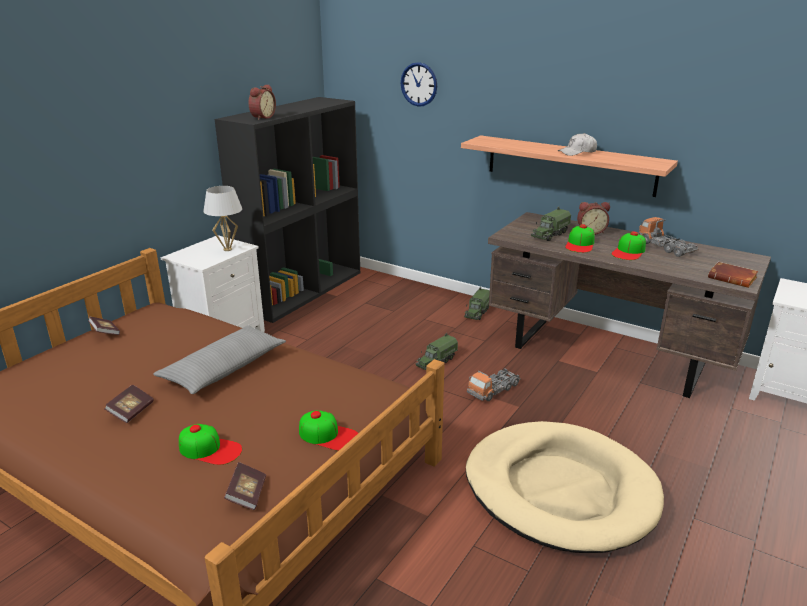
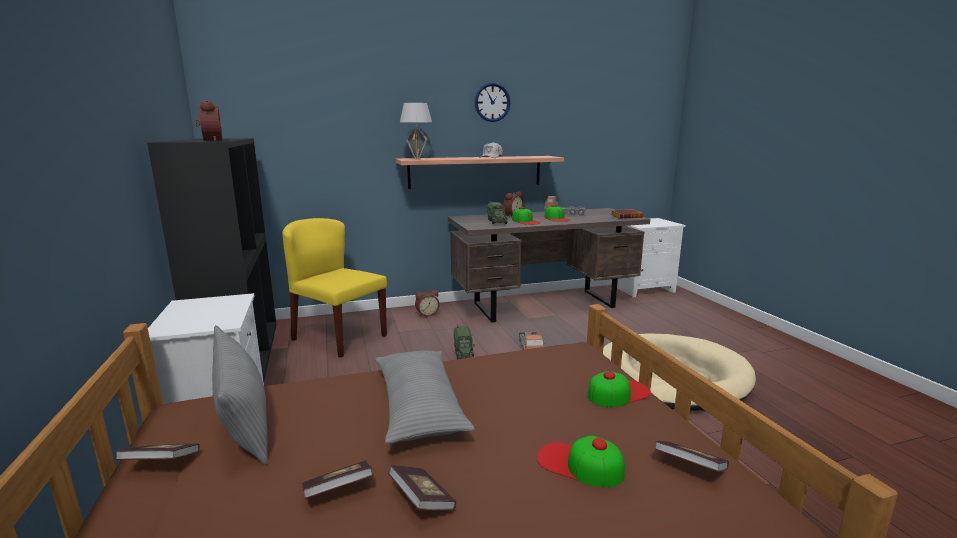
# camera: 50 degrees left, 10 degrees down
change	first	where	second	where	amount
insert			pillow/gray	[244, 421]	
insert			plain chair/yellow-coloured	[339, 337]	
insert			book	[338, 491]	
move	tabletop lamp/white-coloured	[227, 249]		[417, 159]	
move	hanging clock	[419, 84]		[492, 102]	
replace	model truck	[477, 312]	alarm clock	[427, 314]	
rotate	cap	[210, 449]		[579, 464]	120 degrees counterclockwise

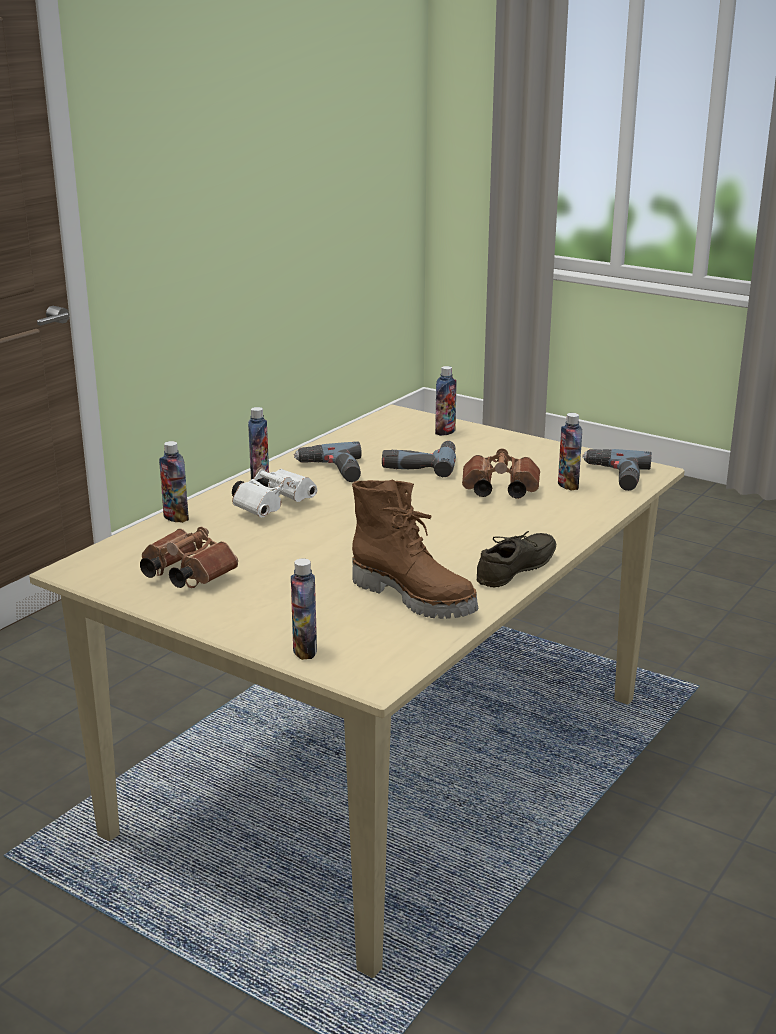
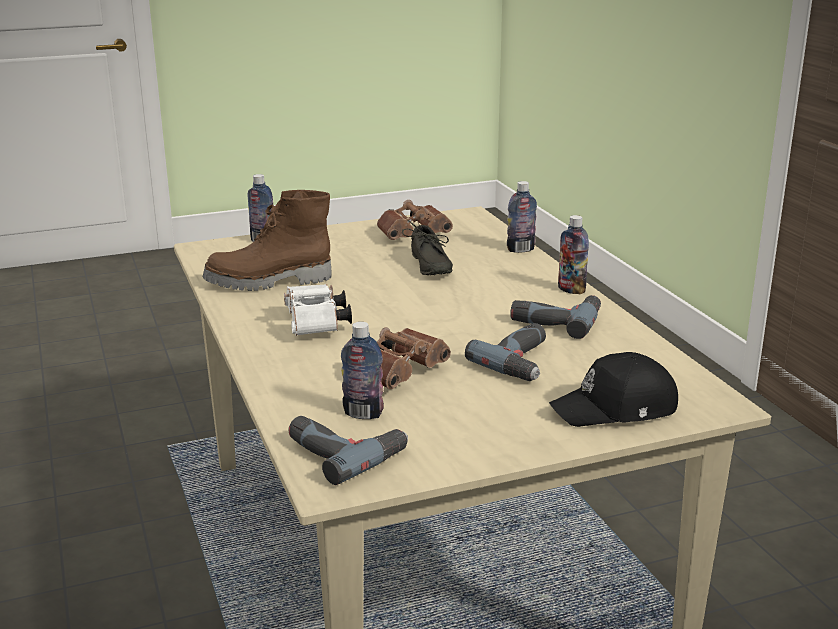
# camera: 125 degrees right, 0 degrees up
change	first	where	second	where	amount
move	pair of binoculars/white-coloured	[274, 506]		[316, 326]	
move	low shoe/gray	[519, 570]		[427, 266]	
replace	beverage bottle	[445, 432]	cap/black	[616, 409]	

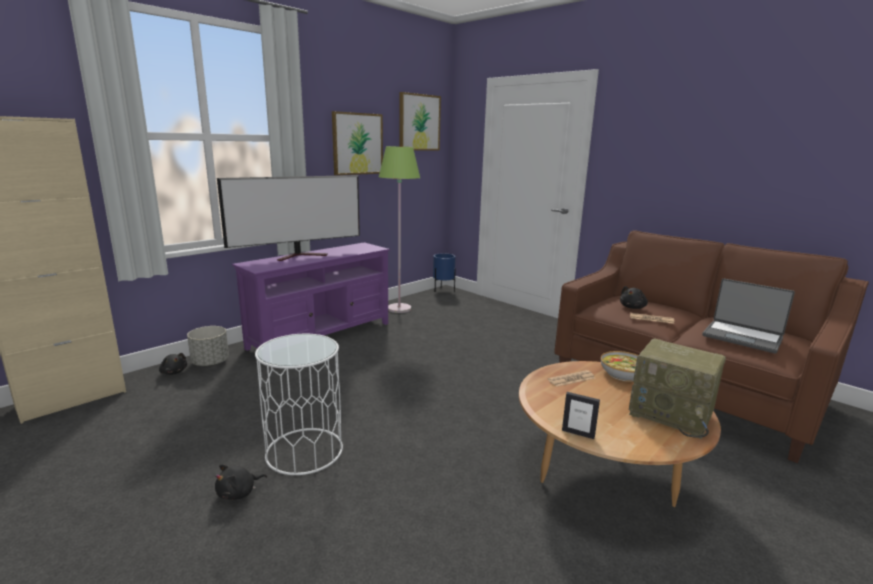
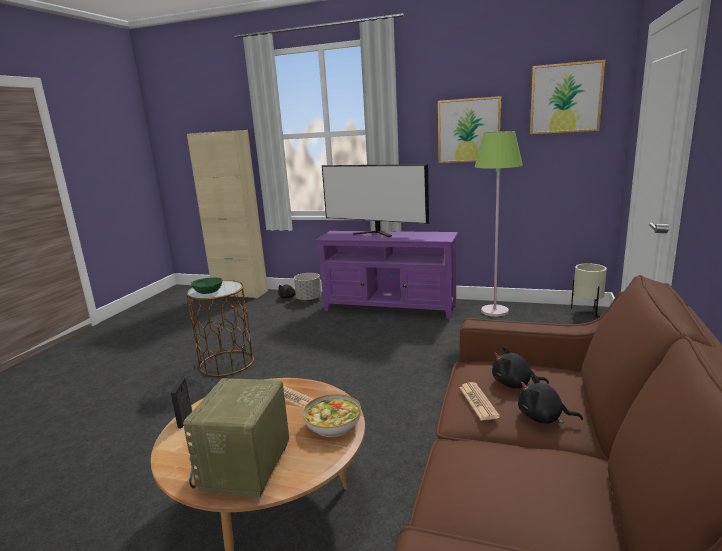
# camera: 65 degrees right, 0 degrees up
change	first	where	second	where	amount
delete	portable computer	[742, 337]			
insert			bowl/greenish	[208, 292]	
move	soft toy/black	[239, 493]		[543, 418]	
recolor	accent table/white-coloured	[304, 450]	accent table/brown-coloured	[227, 363]	
recolor	flower pot/blue	[443, 290]	flower pot/sand-coloured	[587, 311]	

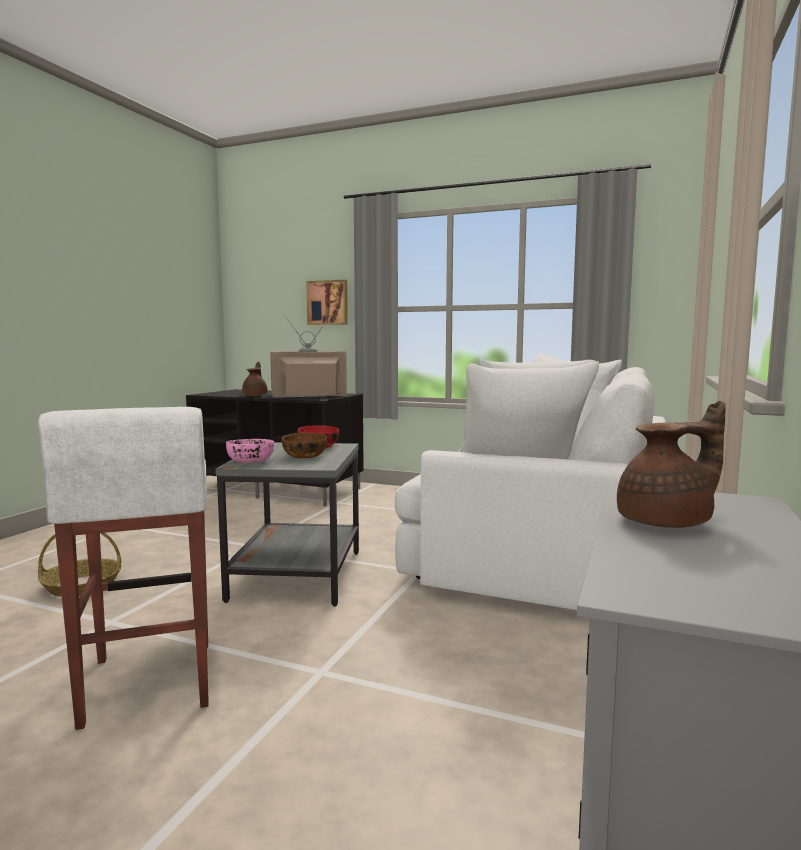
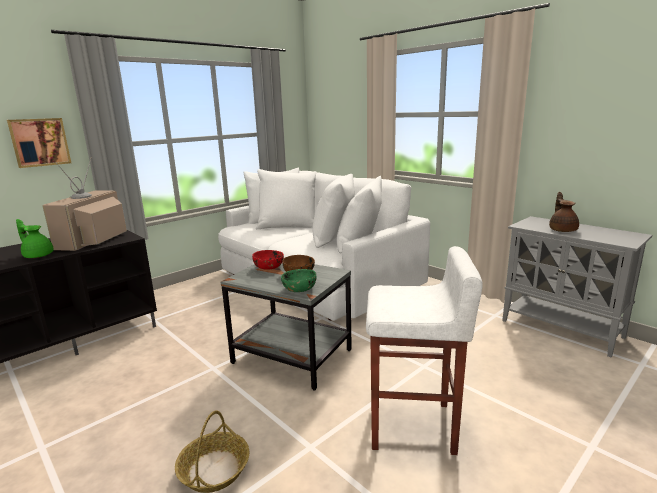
# camera: 65 degrees left, 10 degrees up
change	first	where	second	where	amount
recolor	bowl/pink-coloured	[251, 461]	bowl/greenish	[299, 289]	
recolor	pot for tea/brown-coloured	[255, 395]	pot for tea/greenish	[38, 255]	

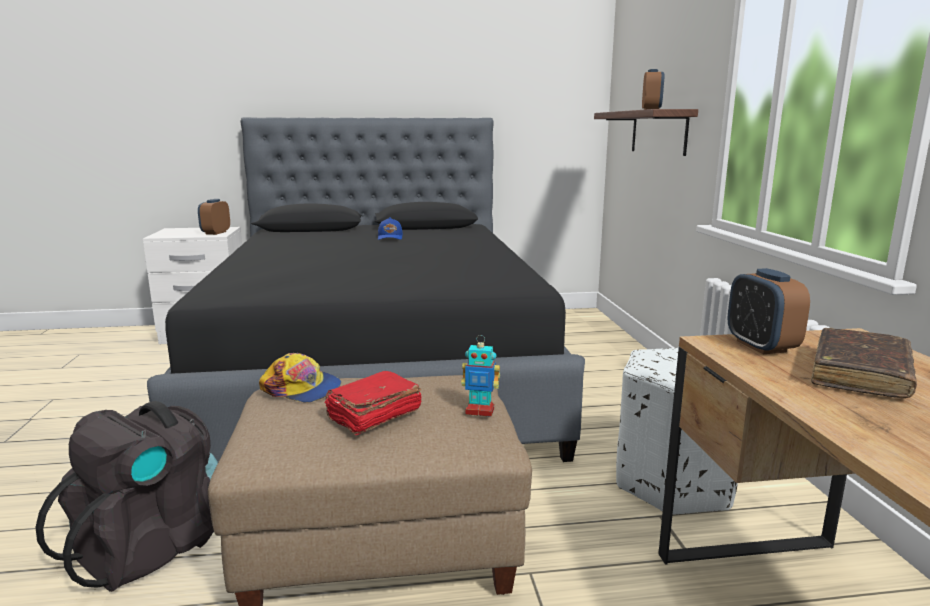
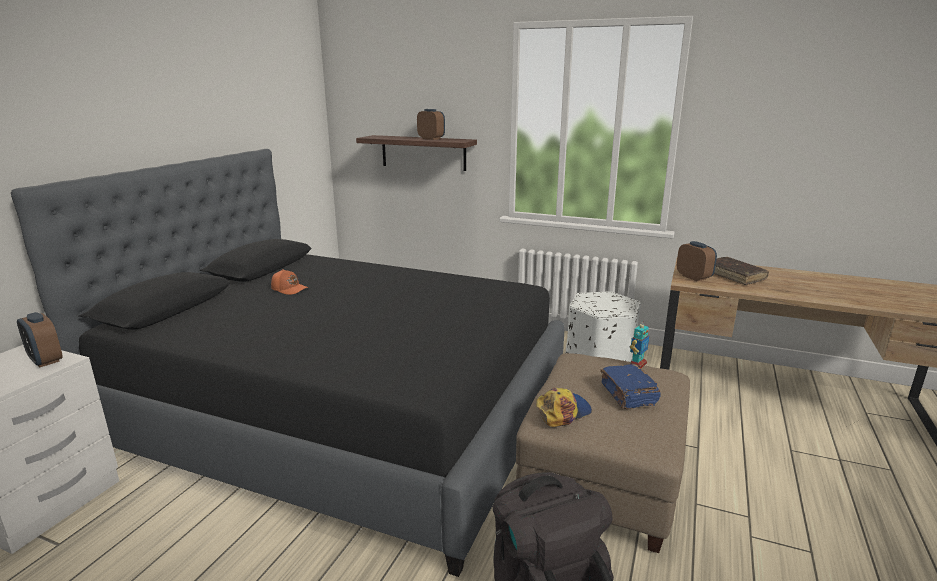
# camera: 60 degrees left, 5 degrees up
change	first	where	second	where	amount
recolor	book/reddish	[373, 416]	book/blue	[628, 395]	
recolor	cap/blue	[390, 238]	cap/orange-coloured	[290, 289]	
rotate	alarm clock	[761, 346]		[694, 277]	135 degrees counterclockwise

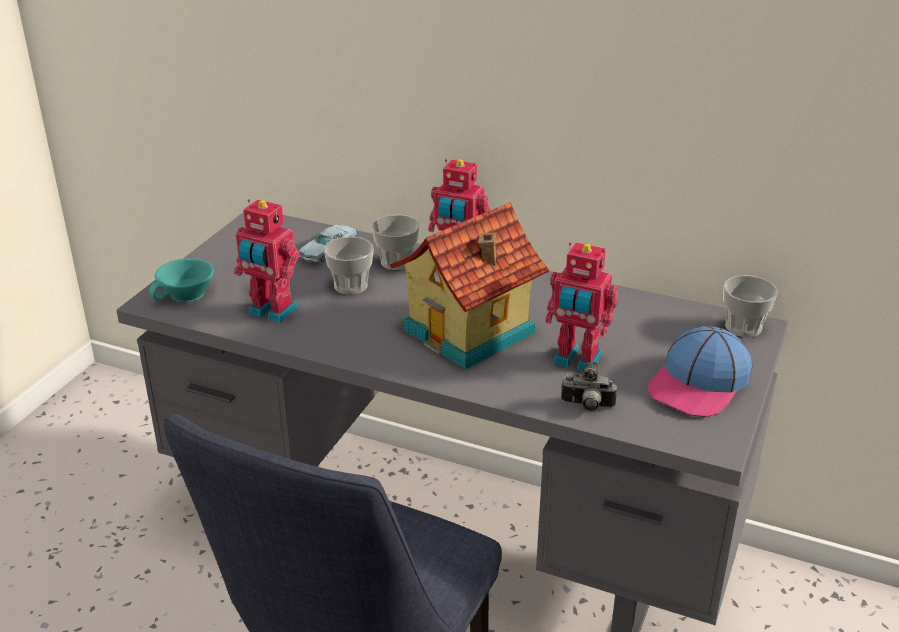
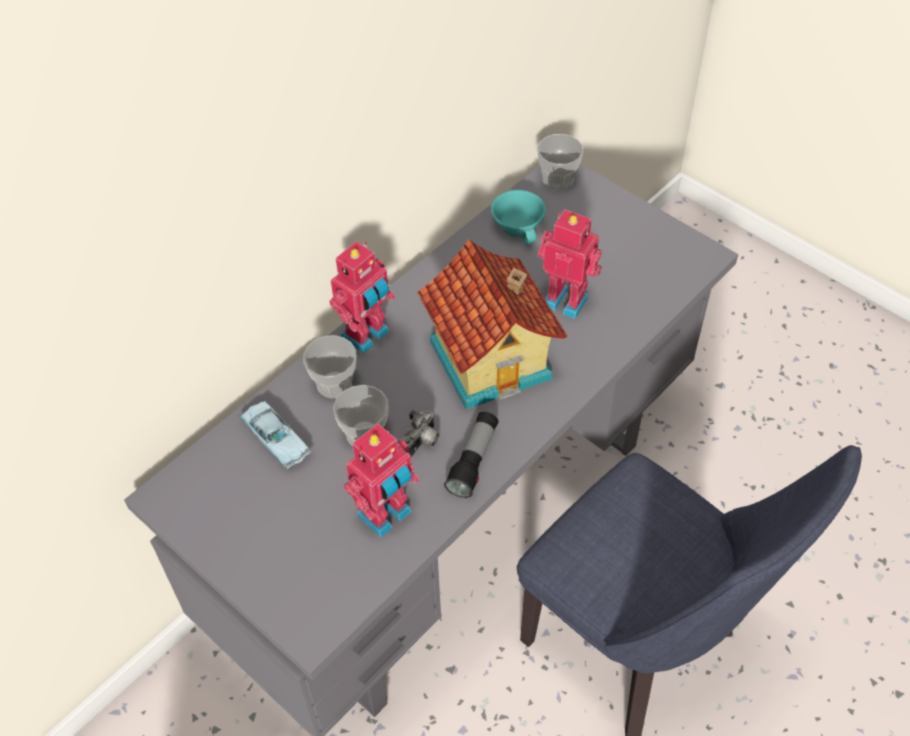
# camera: 70 degrees left, 20 degrees up
change	first	where	second	where	amount
delete	cap	[699, 384]			
insert			hand torch	[473, 461]	
move	cup/turquoise	[186, 295]		[520, 226]	
move	photo camera	[587, 407]		[422, 443]	
rotate	robot figure	[576, 361]		[566, 299]	105 degrees counterclockwise

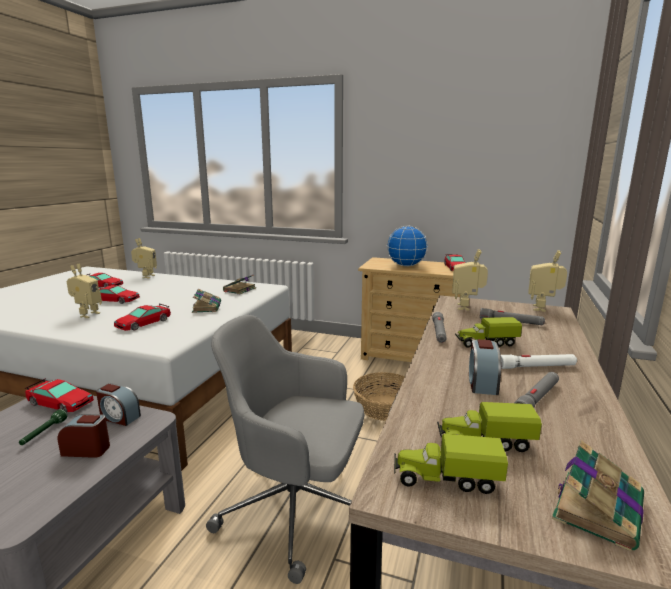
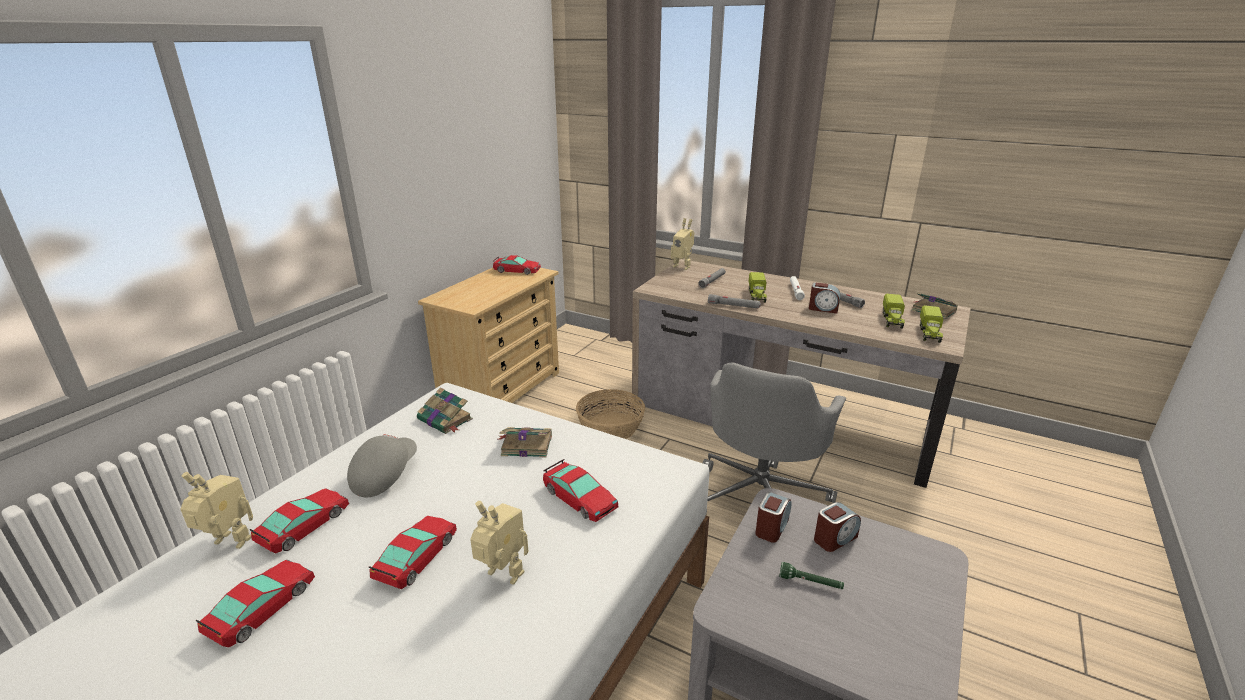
# camera: 80 degrees left, 10 degrees up
change	first	where	second	where	amount
delete	world globe	[406, 266]			
delete	robot figure	[467, 307]			
insert			cap/gray	[384, 475]	
move	miniature car	[60, 403]		[304, 526]	
rotate	alarm clock	[87, 450]		[834, 538]	135 degrees counterclockwise

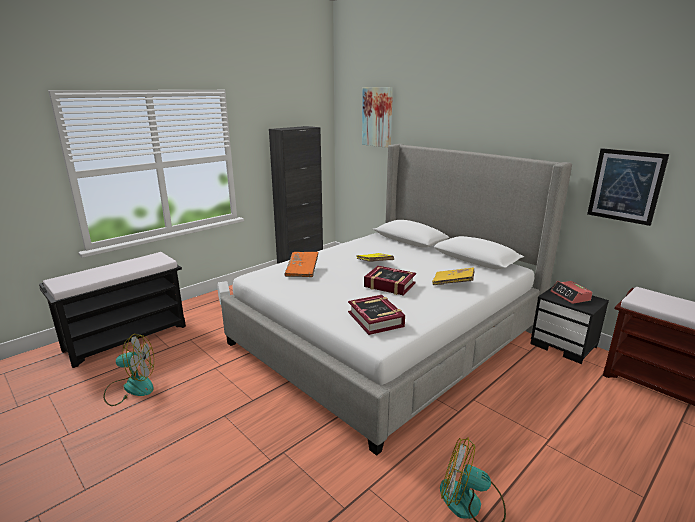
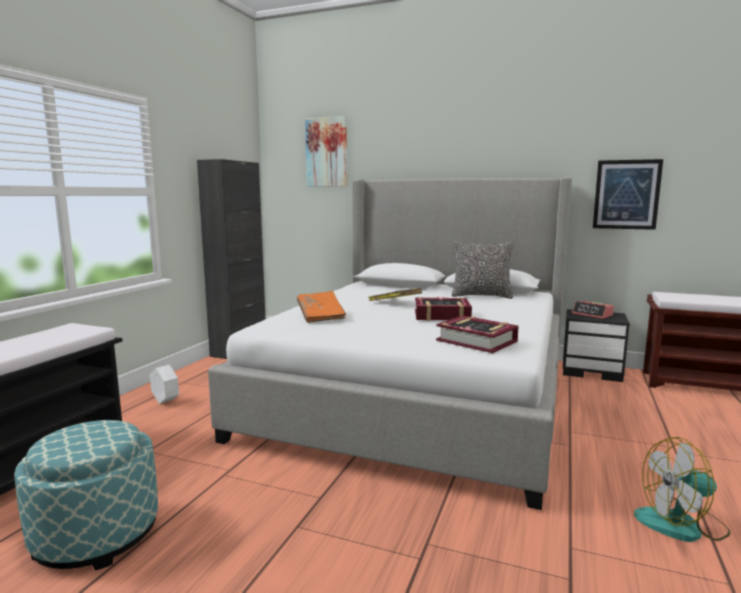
# camera: 25 degrees left, 10 degrees down
change	first	where	second	where	amount
delete	book/yellow-coloured	[453, 283]			
insert			pillow	[481, 296]	
replace	cooling fan	[131, 387]	ottoman	[96, 535]	

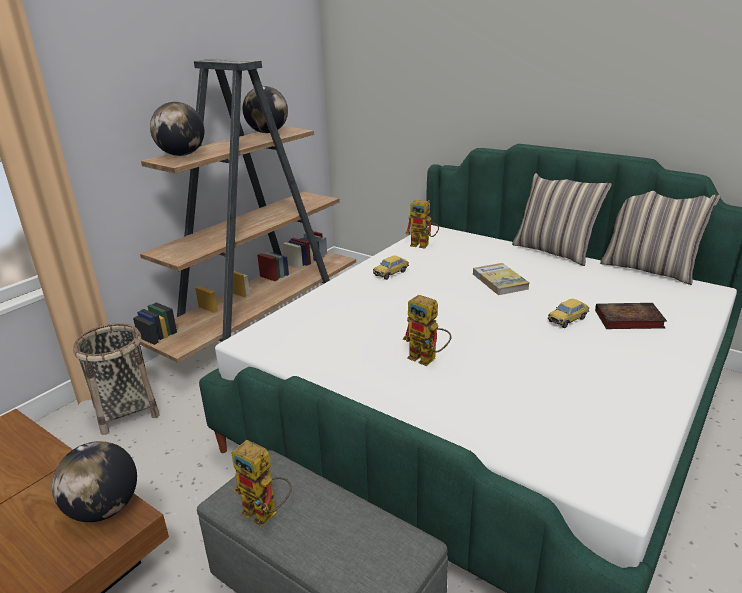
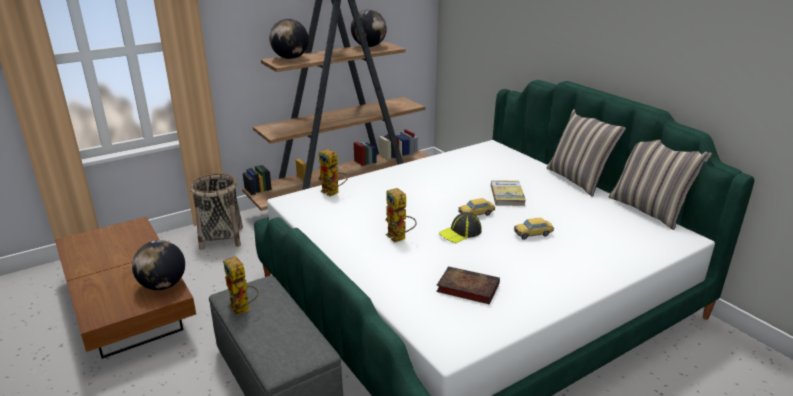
# camera: 20 degrees right, 0 degrees up
change	first	where	second	where	amount
insert			cap	[460, 232]	
move	miniature car	[391, 273]		[476, 214]	
move	robot figure	[424, 245]		[333, 193]	
move	book	[627, 320]		[466, 288]	

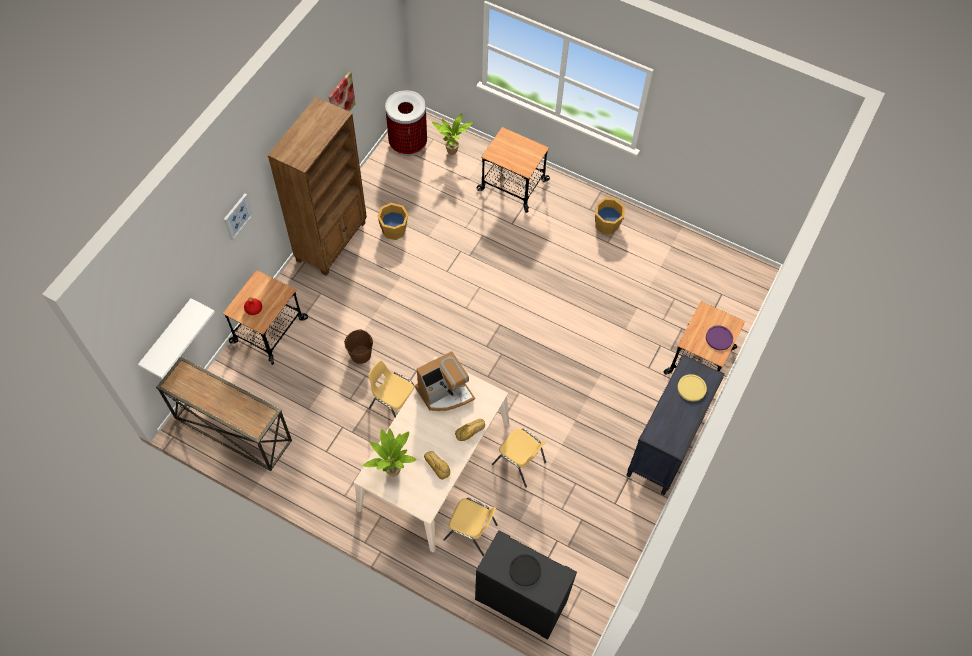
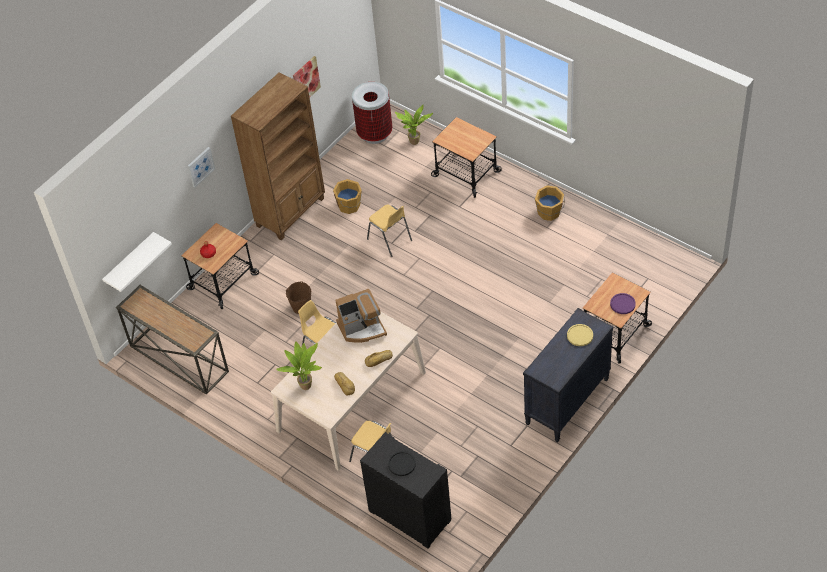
# camera: 15 degrees right, 10 degrees down
change	first	where	second	where	amount
move	plain chair/yellow-coloured	[519, 463]		[390, 240]	

